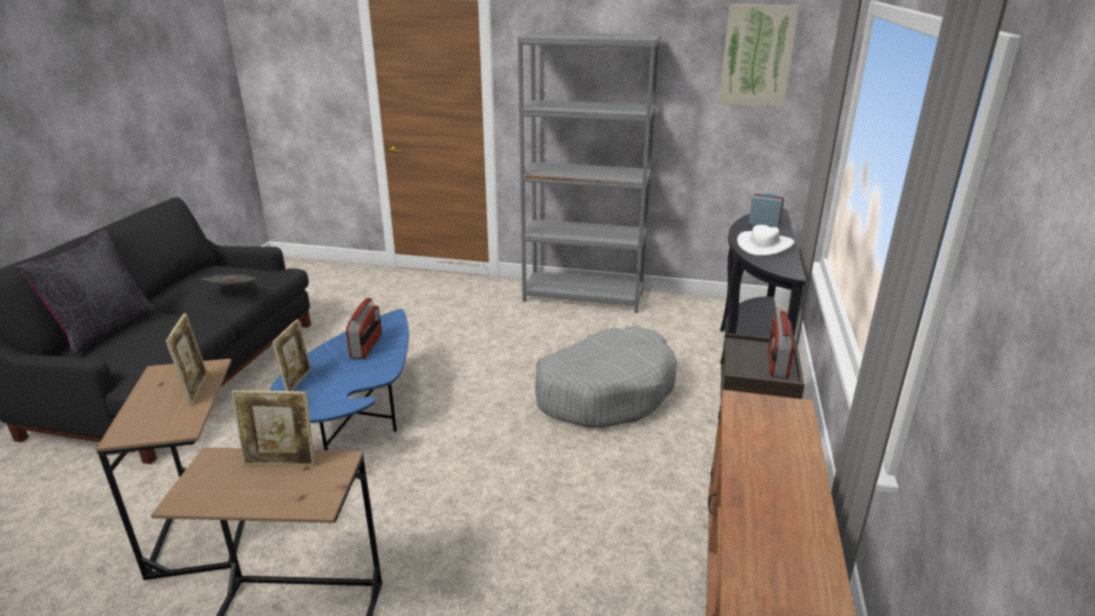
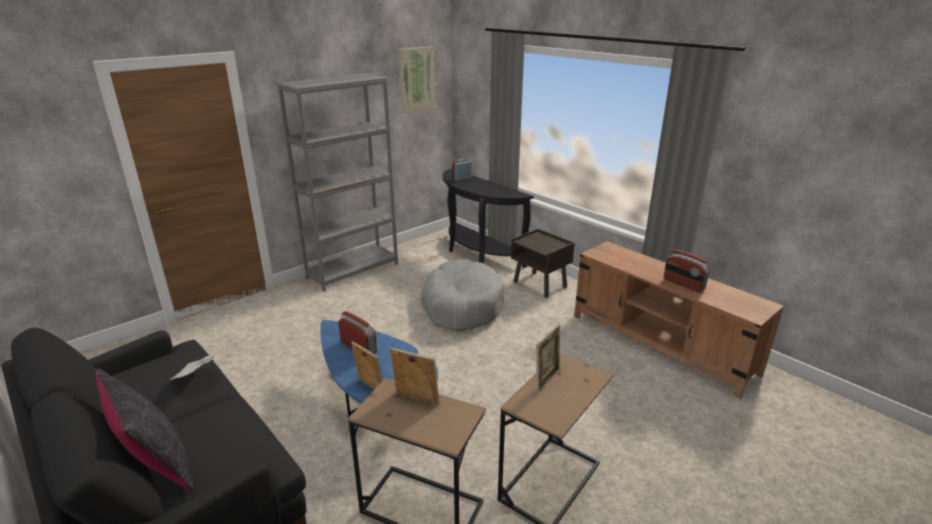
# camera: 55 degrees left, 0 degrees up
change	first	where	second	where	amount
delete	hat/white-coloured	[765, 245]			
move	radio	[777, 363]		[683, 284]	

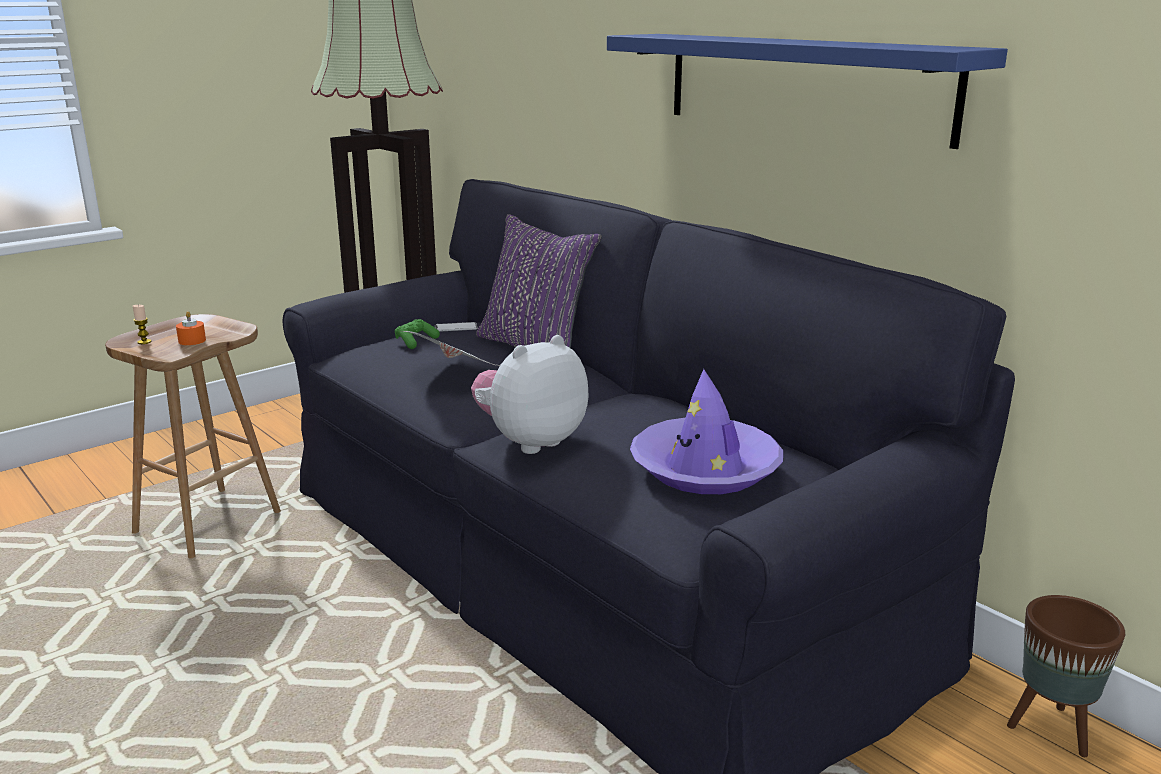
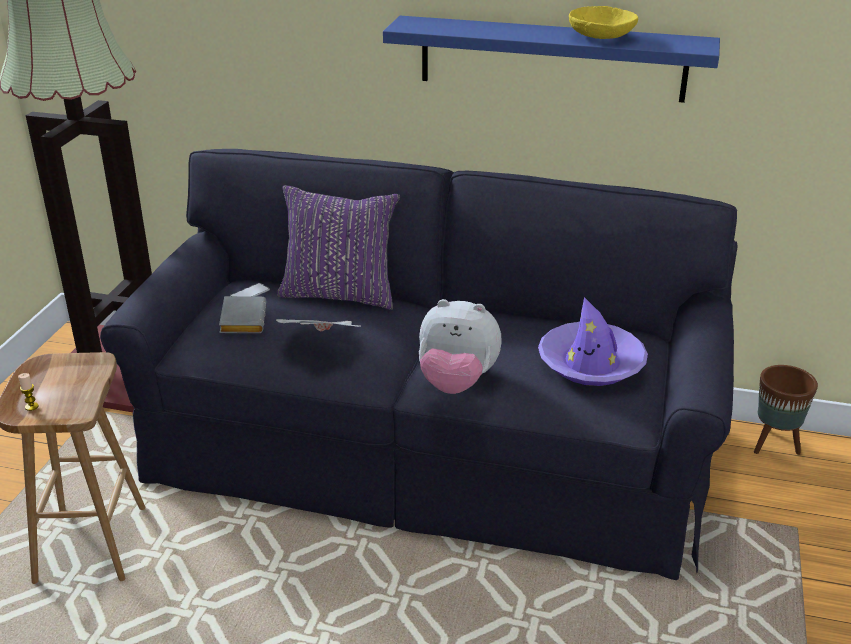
# camera: 35 degrees left, 10 degrees up
change	first	where	second	where	amount
delete	wax candle/orange-coloured	[192, 341]			
insert			bowl/yellow-coloured	[600, 37]	
replace	gamepad/greenish	[416, 342]	book/gray	[241, 319]	
rotate	soft toy	[530, 441]		[456, 383]	90 degrees counterclockwise

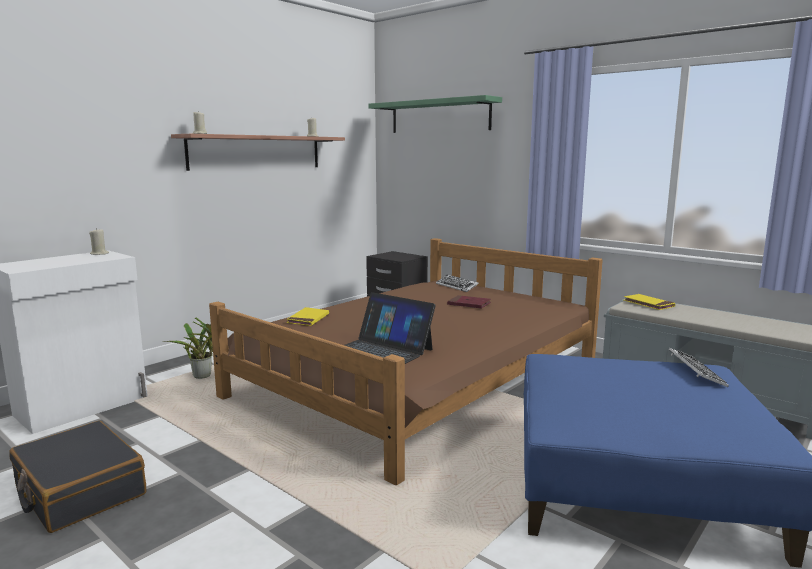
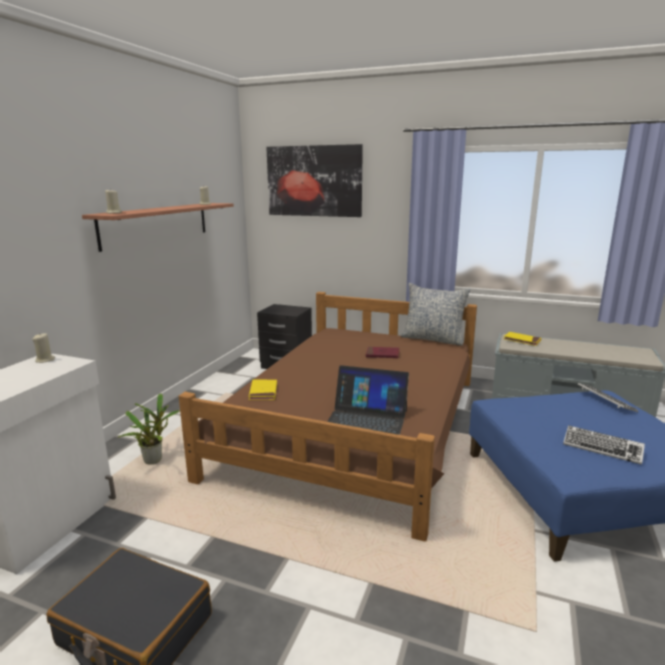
# camera: 20 degrees left, 5 degrees up
change	first	where	second	where	amount
insert			pillow	[433, 339]	
move	computer keyboard	[457, 286]		[602, 448]	
replace	bracket shelf/greenish	[439, 116]	picture	[314, 181]	

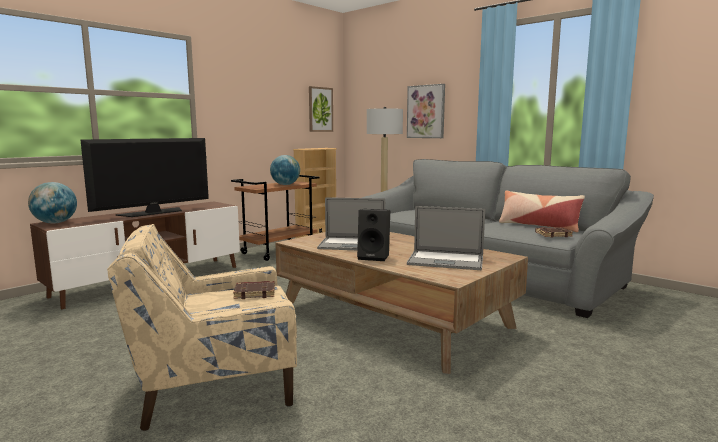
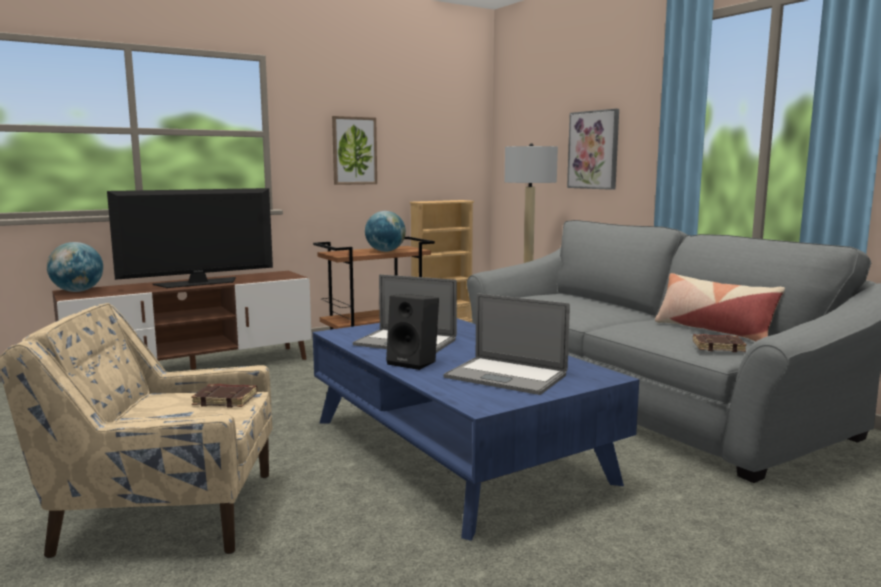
# camera: 15 degrees right, 0 degrees up
change	first	where	second	where	amount
move	picture	[320, 109]		[354, 151]	
recolor	coffee table/brown-coloured	[393, 318]	coffee table/blue	[455, 450]	

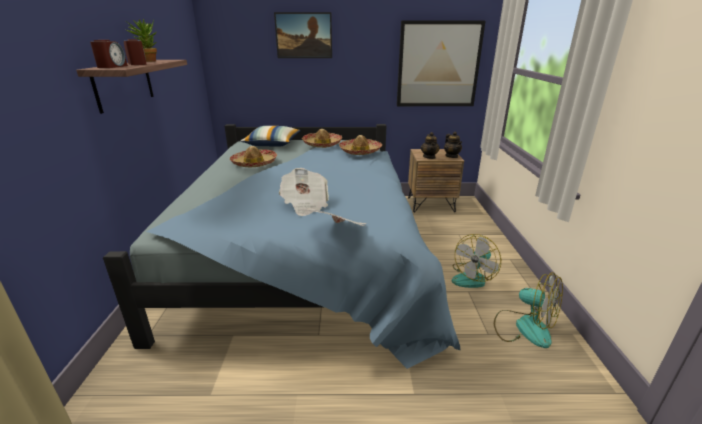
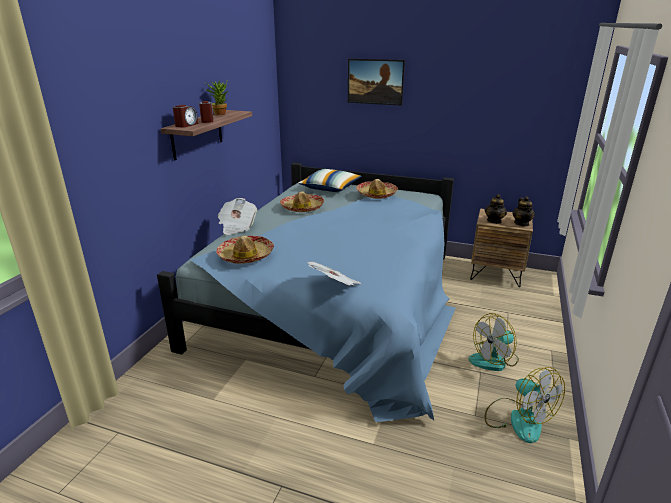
# camera: 20 degrees right, 0 degrees up
change	first	where	second	where	amount
delete	picture	[438, 65]			
move	newspaper	[305, 204]		[237, 227]	
move	hat	[360, 151]		[246, 256]	

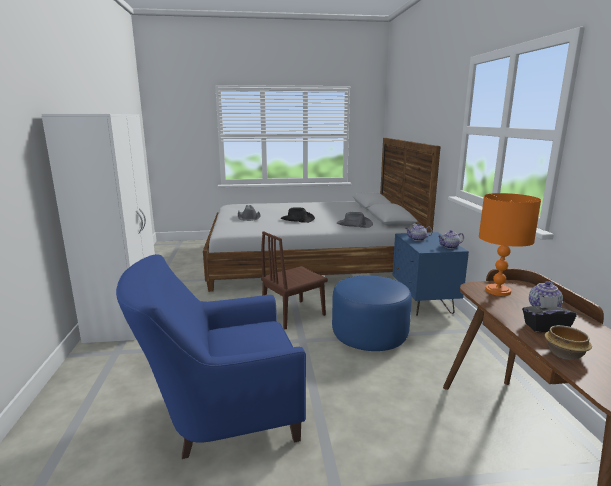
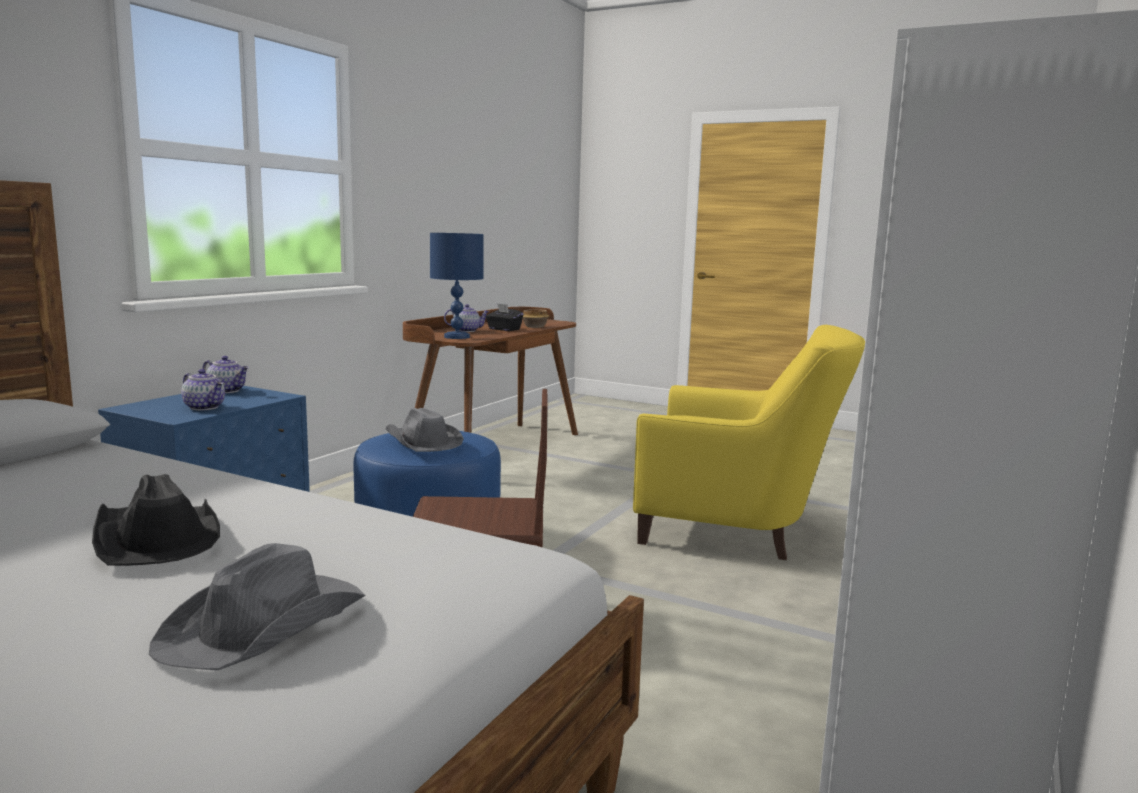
# camera: 145 degrees left, 5 degrees down
change	first	where	second	where	amount
move	hat/gray	[354, 224]		[422, 442]	
recolor	lounge chair/blue	[220, 416]	lounge chair/yellow-coloured	[739, 531]	
recolor	tabletop lamp/orange-coloured	[498, 291]	tabletop lamp/blue	[456, 337]	

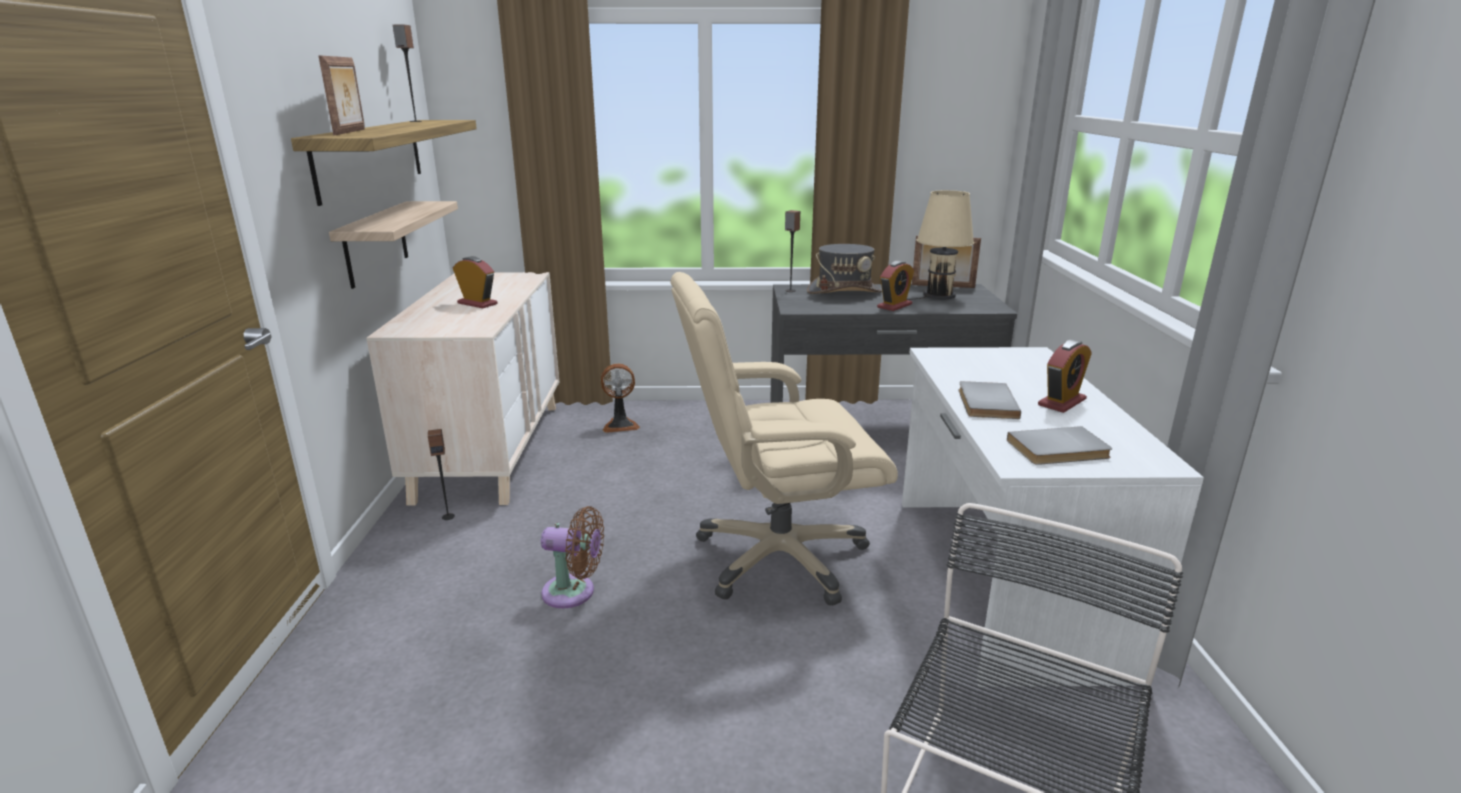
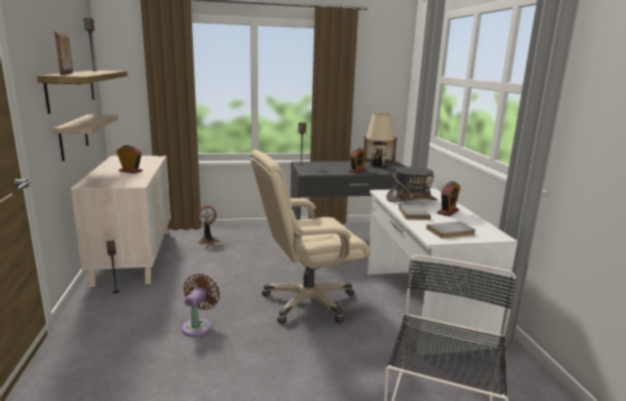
# camera: 10 degrees left, 5 degrees down
change	first	where	second	where	amount
move	hat/gray	[844, 291]		[411, 199]	
rotate	cooling fan/brown-coloured	[574, 592]		[198, 326]	75 degrees counterclockwise

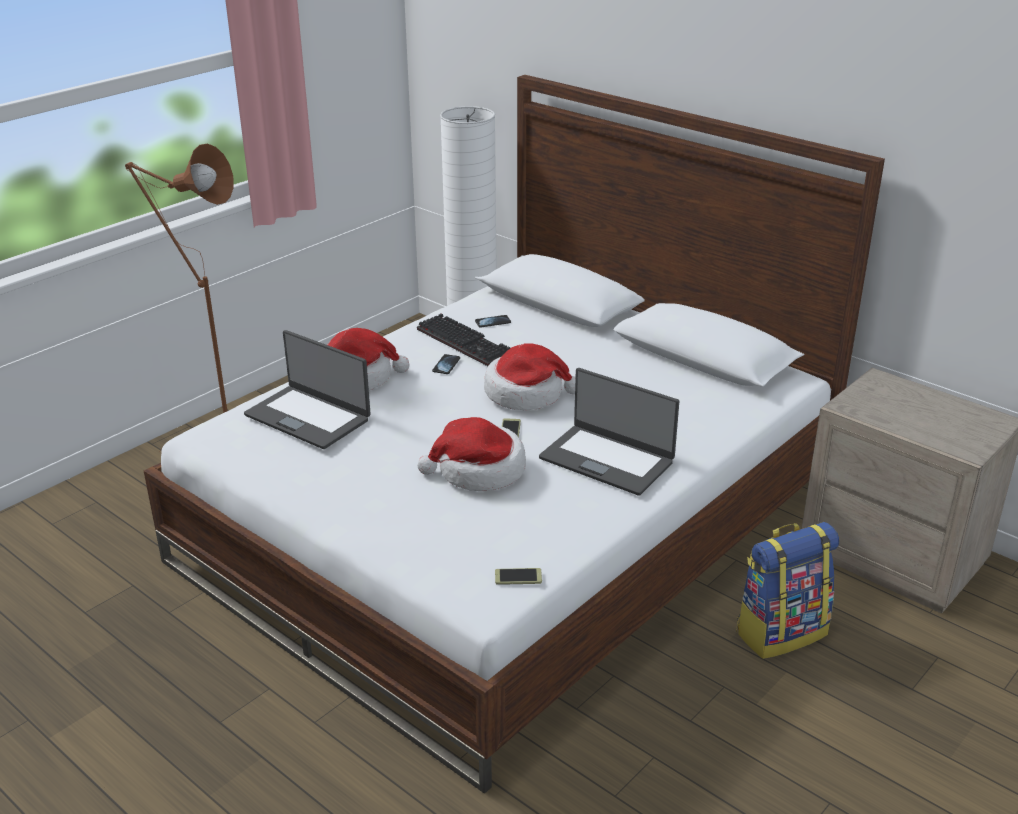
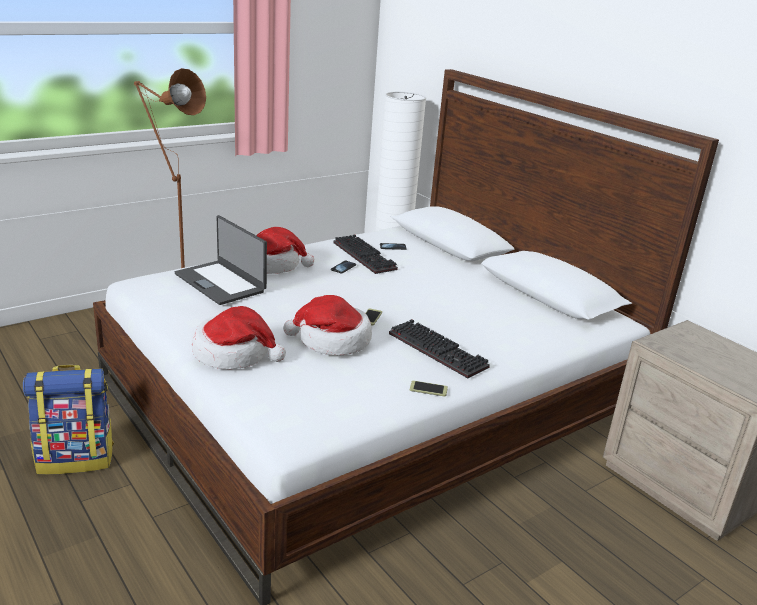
# camera: 10 degrees right, 5 degrees down
change	first	where	second	where	amount
move	hat	[526, 393]		[234, 353]	
move	telephone	[518, 577]		[428, 389]	
move	rucksack	[780, 632]		[76, 458]	
replace	portable computer	[607, 459]	computer keyboard	[440, 350]	

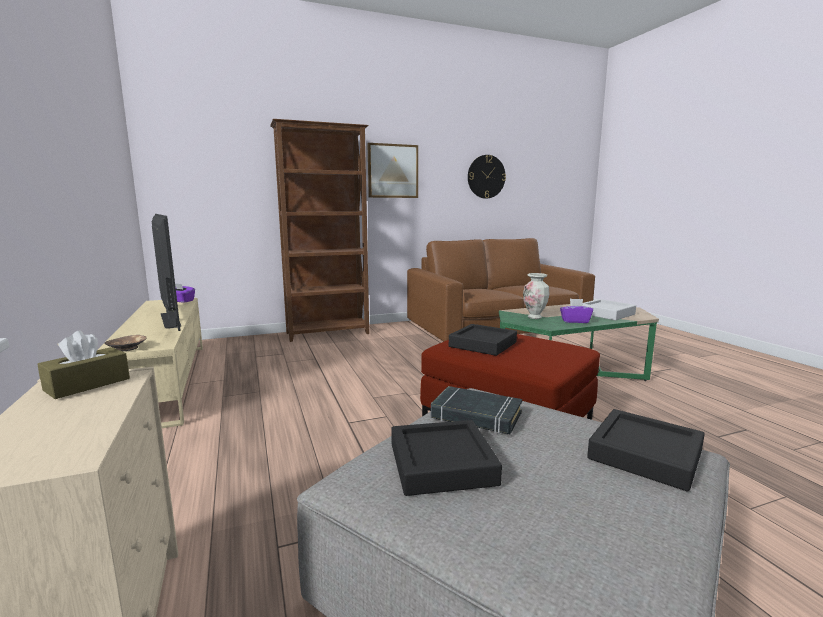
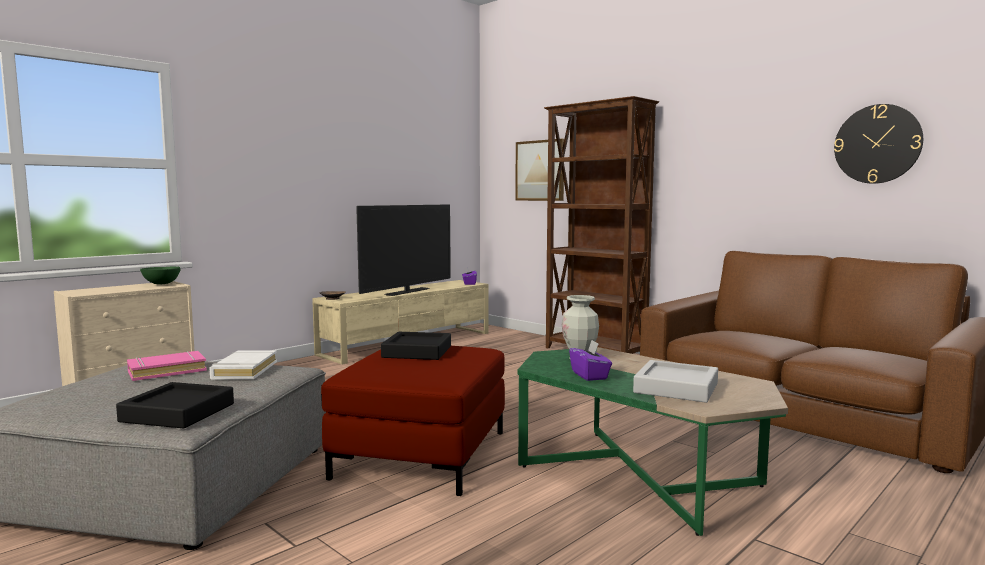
# camera: 65 degrees right, 5 degrees down
change	first	where	second	where	amount
move	picture	[392, 171]		[540, 170]	
replace	tissue holder/brown-coloured	[87, 384]	bowl/greenish	[161, 284]	
replace	tray/black	[442, 464]	book/pink-coloured	[167, 371]	
recolor	book/black	[476, 416]	book/white-coloured	[244, 370]	

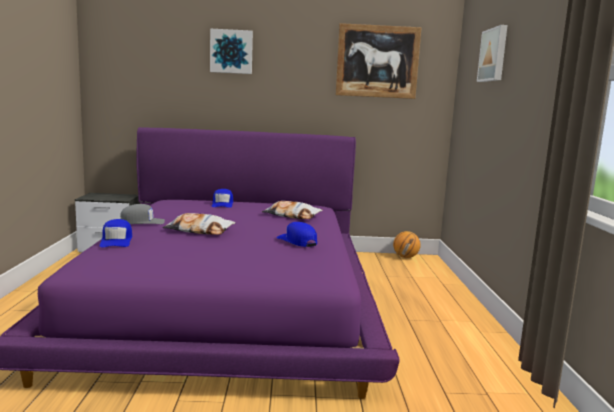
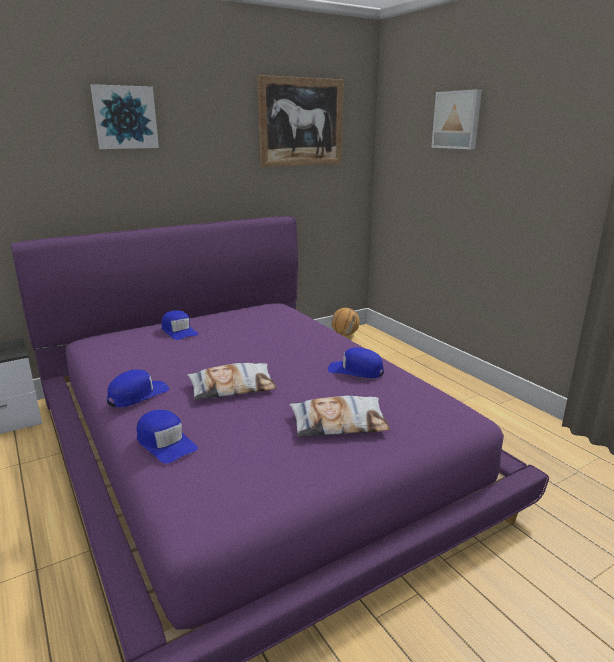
# camera: 30 degrees left, 10 degrees up
change	first	where	second	where	amount
move	pillow	[292, 215]		[339, 423]	
recolor	cap/gray	[142, 222]	cap/blue	[138, 394]	

